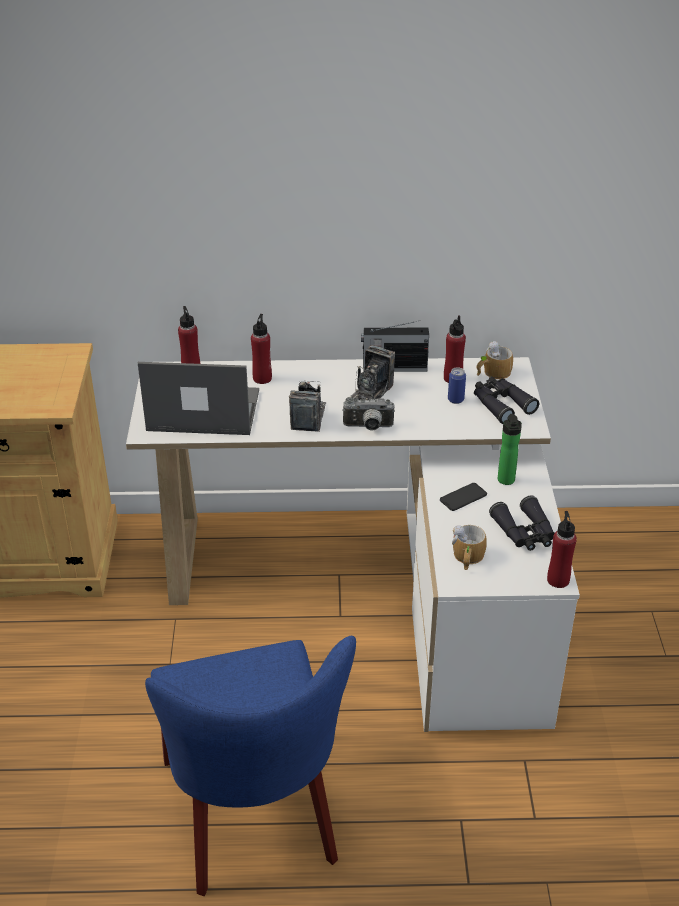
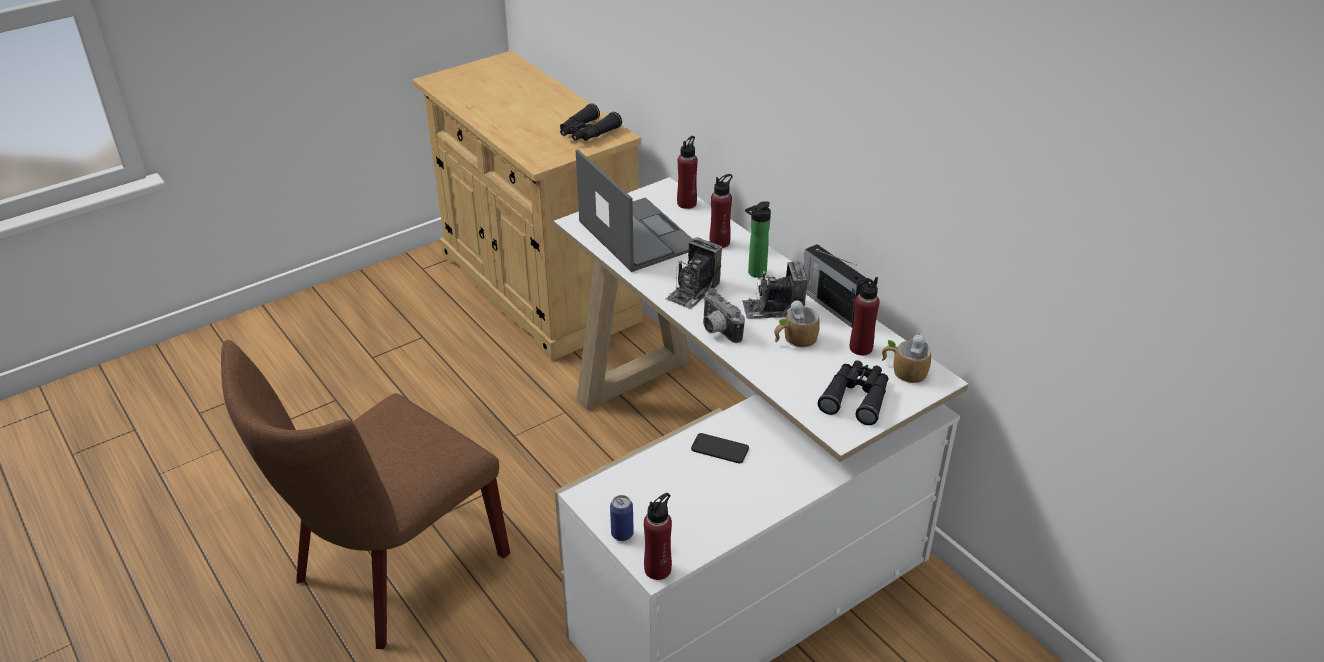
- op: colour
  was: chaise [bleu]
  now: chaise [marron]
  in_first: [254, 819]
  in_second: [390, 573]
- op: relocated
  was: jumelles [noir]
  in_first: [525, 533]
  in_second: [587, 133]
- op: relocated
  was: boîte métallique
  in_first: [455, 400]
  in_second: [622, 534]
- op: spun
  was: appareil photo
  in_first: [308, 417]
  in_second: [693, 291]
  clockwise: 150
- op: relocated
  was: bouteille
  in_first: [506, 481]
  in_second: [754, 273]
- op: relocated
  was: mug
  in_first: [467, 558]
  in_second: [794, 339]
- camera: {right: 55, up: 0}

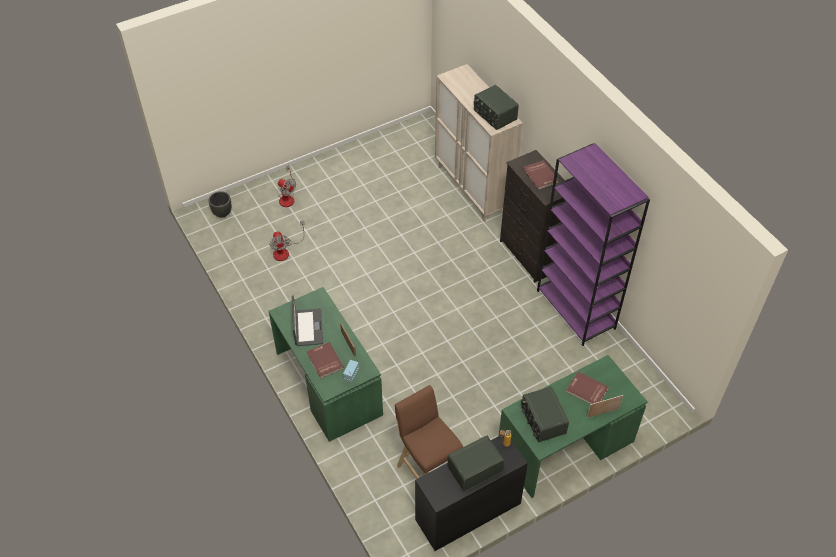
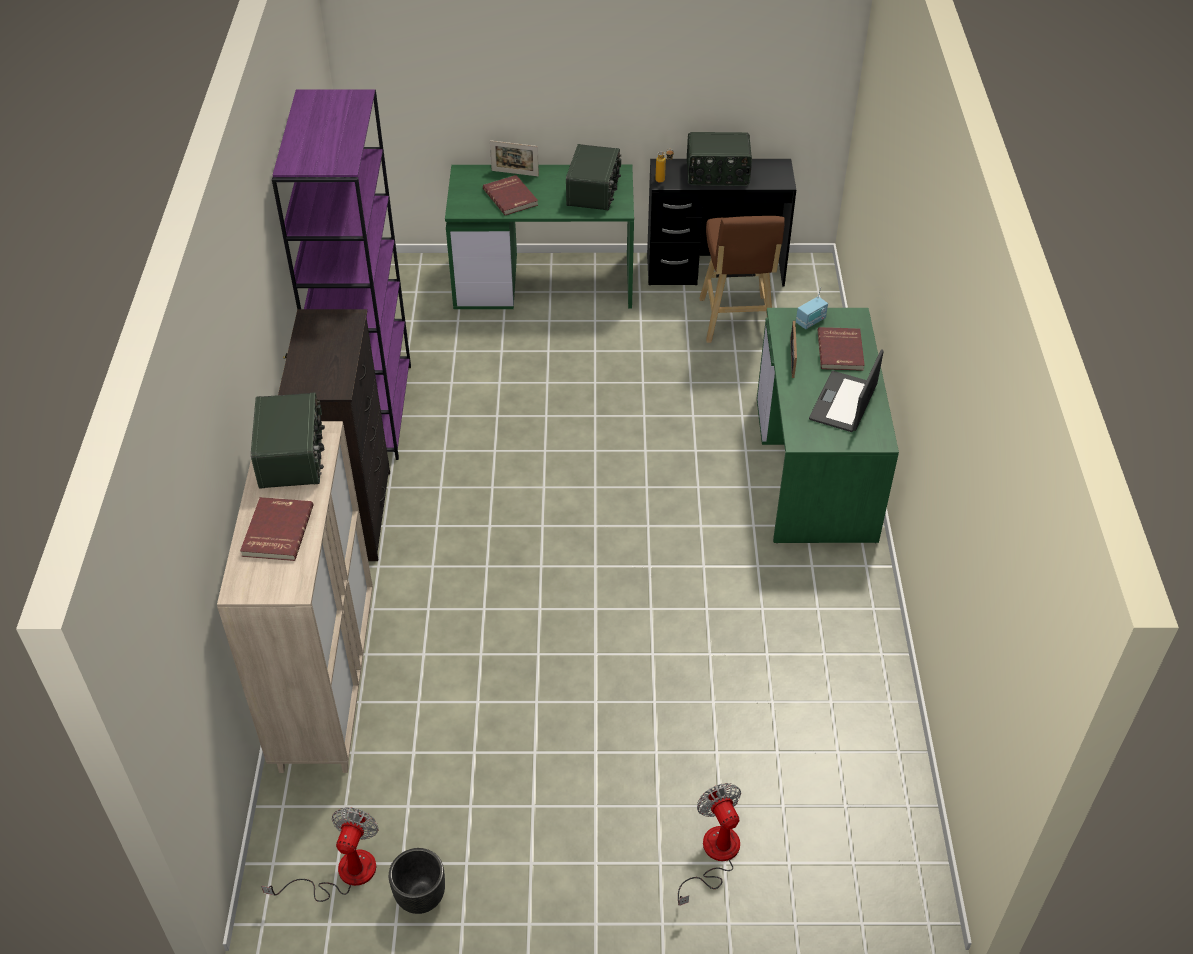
- op: relocated
  was: livre [rouge]
  in_first: [541, 176]
  in_second: [276, 531]
- op: relocated
  was: ventilateur
  in_first: [285, 251]
  in_second: [343, 874]
- op: relocated
  was: cache-pot [noir]
  in_first: [222, 213]
  in_second: [421, 896]
- camera: {right: -150, up: -5}

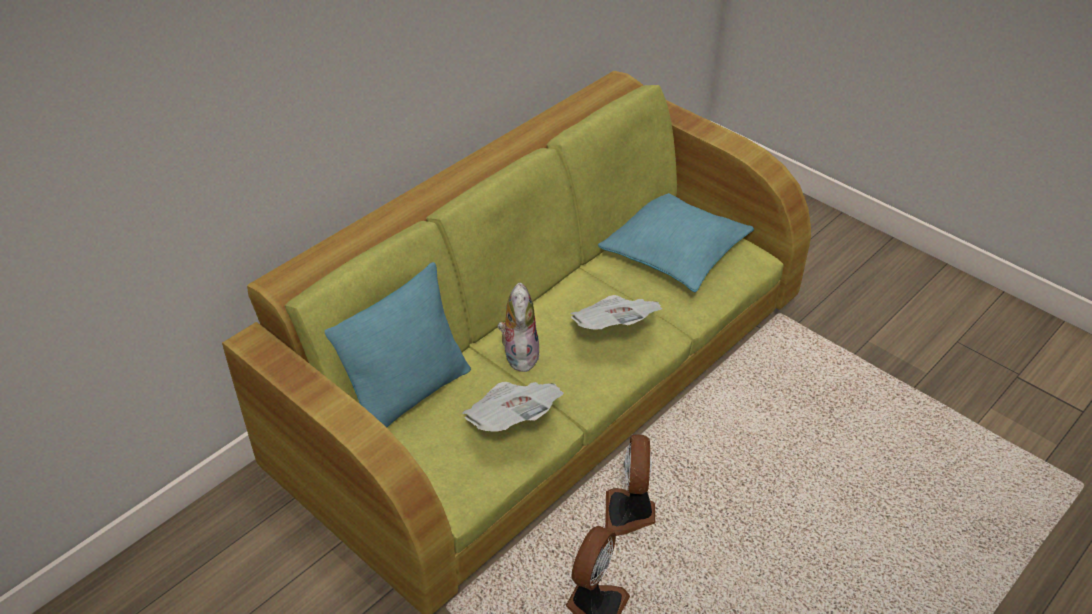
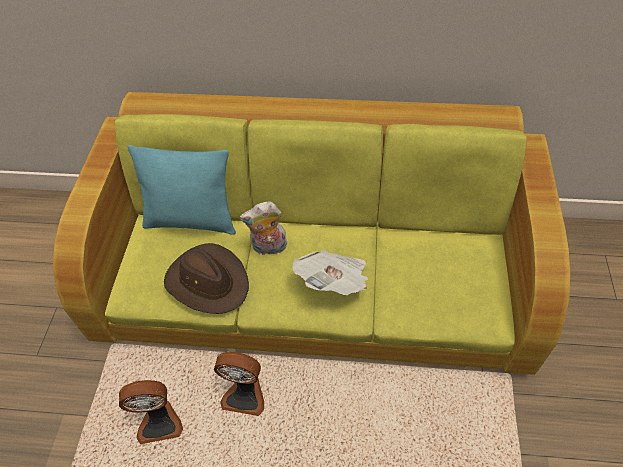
- op: exchanged
  was: journal
  now: chapeau [marron]
  in_first: [512, 421]
  in_second: [208, 281]
- op: spun
  was: ventilateur
  in_first: [630, 513]
  in_second: [245, 395]
  clockwise: -135
- op: spun
  was: peluche
  in_first: [519, 354]
  in_second: [269, 248]
  clockwise: -150
- op: missing
  was: coussin [turquoise]
  in_first: [675, 251]
- camera: {right: 55, up: 10}

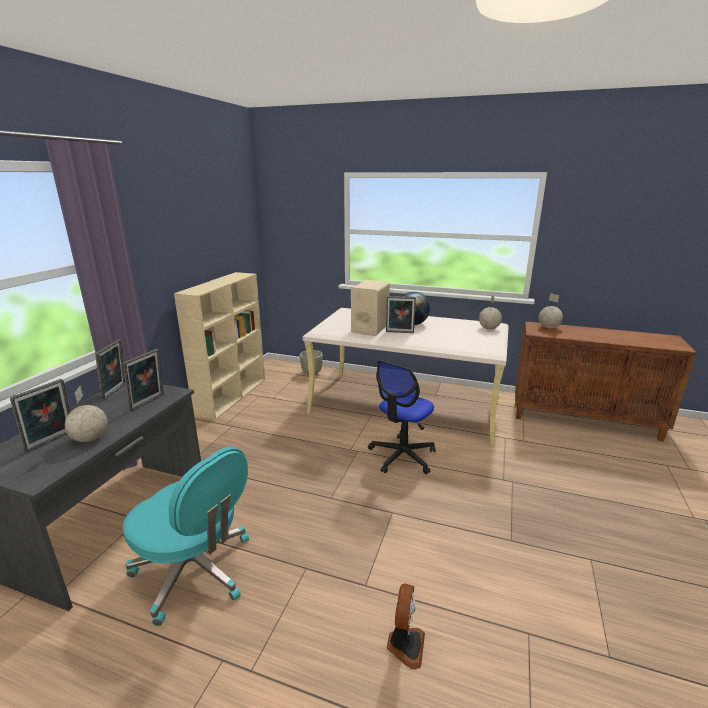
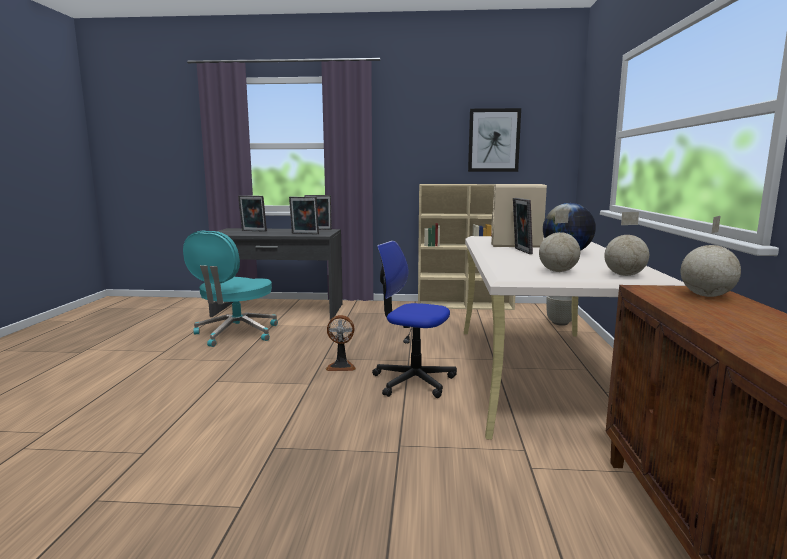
- op: relocated
  was: ventilateur
  in_first: [405, 645]
  in_second: [341, 366]
- op: appeared
  now: tableau
  in_second: [494, 140]
- op: relocated
  was: globe
  in_first: [91, 438]
  in_second: [558, 271]
- camera: {right: 75, up: -10}

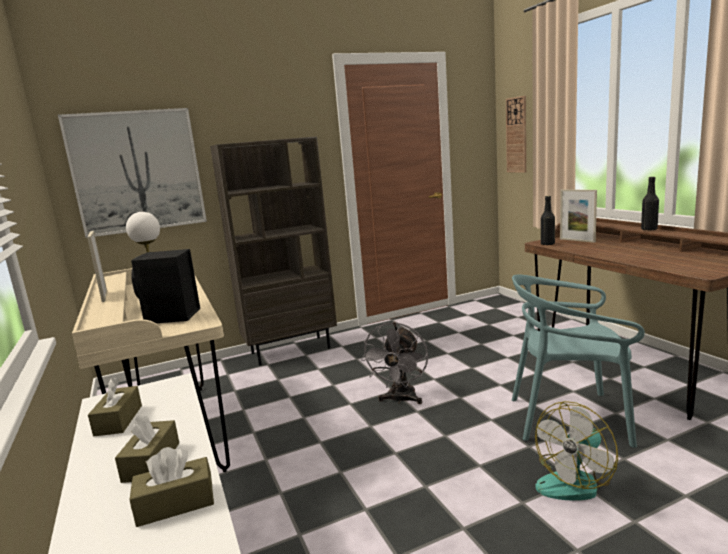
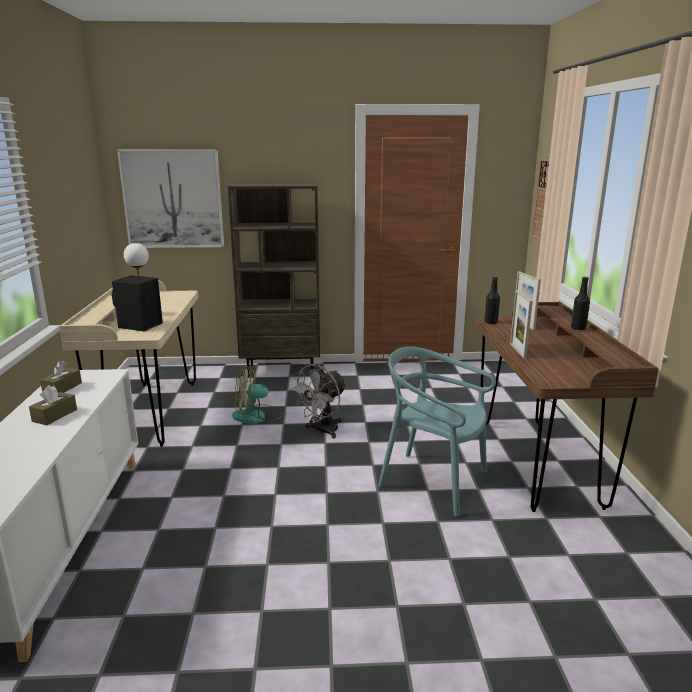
- op: relocated
  was: ventilateur
  in_first: [574, 481]
  in_second: [257, 416]
- op: relocated
  was: cadre photo
  in_first: [104, 296]
  in_second: [517, 351]
- op: missing
  was: boîte à mouchoirs [marron]
  in_first: [176, 503]
- camera: {right: 20, up: 5}

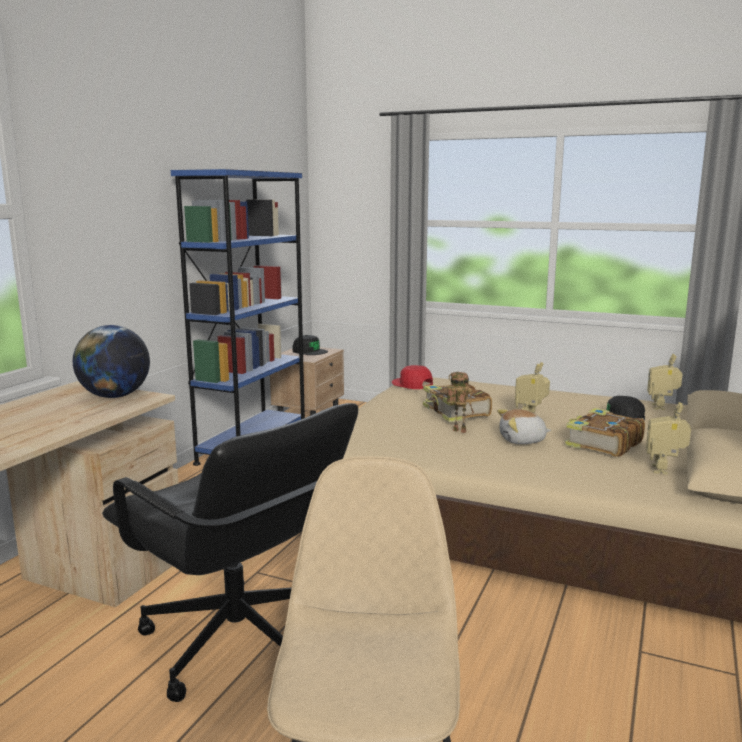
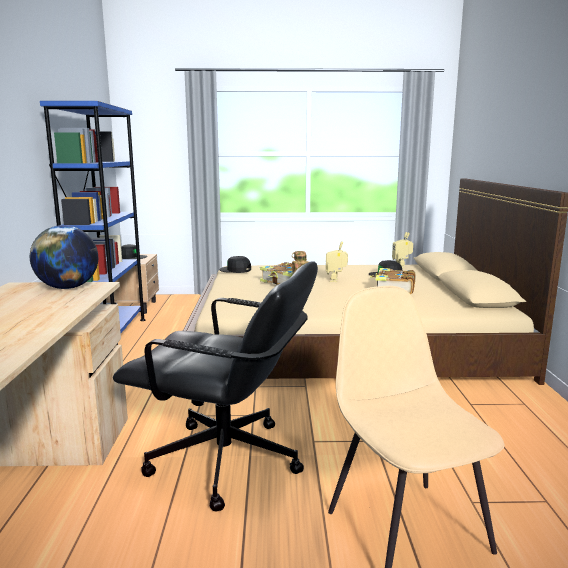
- op: colour
  was: casquette [rouge]
  now: casquette [noir]
  in_first: [412, 384]
  in_second: [235, 270]
- op: missing
  was: peluche
  in_first: [522, 440]
- op: missing
  was: robot jouet
  in_first: [664, 470]
- camera: {right: -25, up: 0}

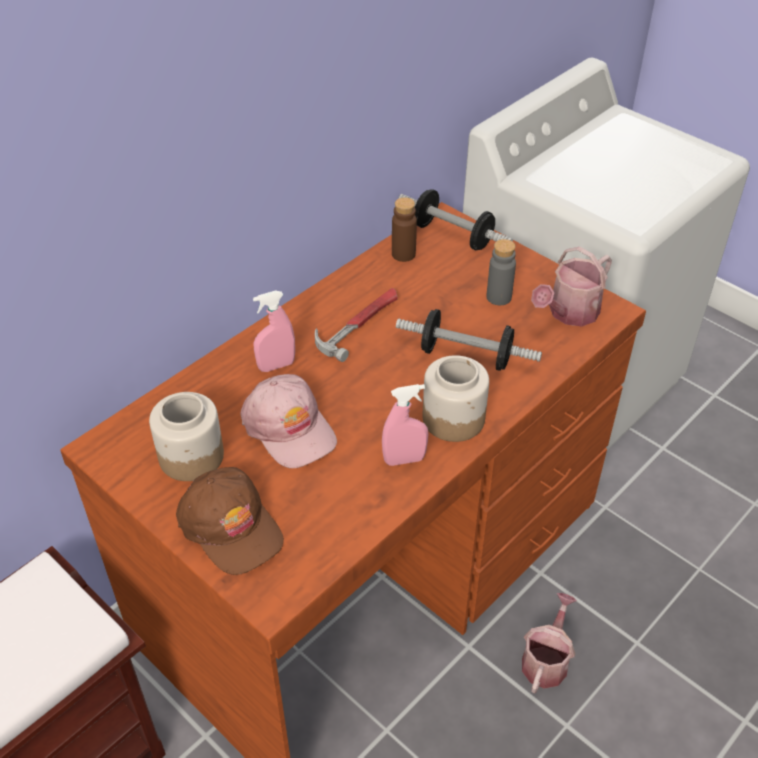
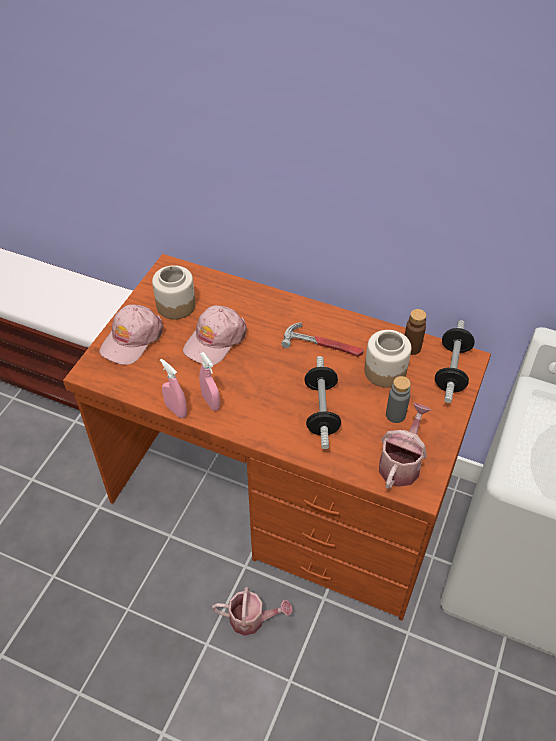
- op: colour
  was: casquette [marron]
  now: casquette [rose]
  in_first: [231, 527]
  in_second: [131, 339]
- op: relocated
  was: vaporisateur [rose]
  in_first: [276, 366]
  in_second: [176, 410]
- op: relocated
  was: bocal
  in_first: [454, 418]
  in_second: [385, 371]
- op: spun
  was: arrosoir
  in_first: [569, 313]
  in_second: [401, 463]
  clockwise: 90
- camera: {right: 70, up: 5}

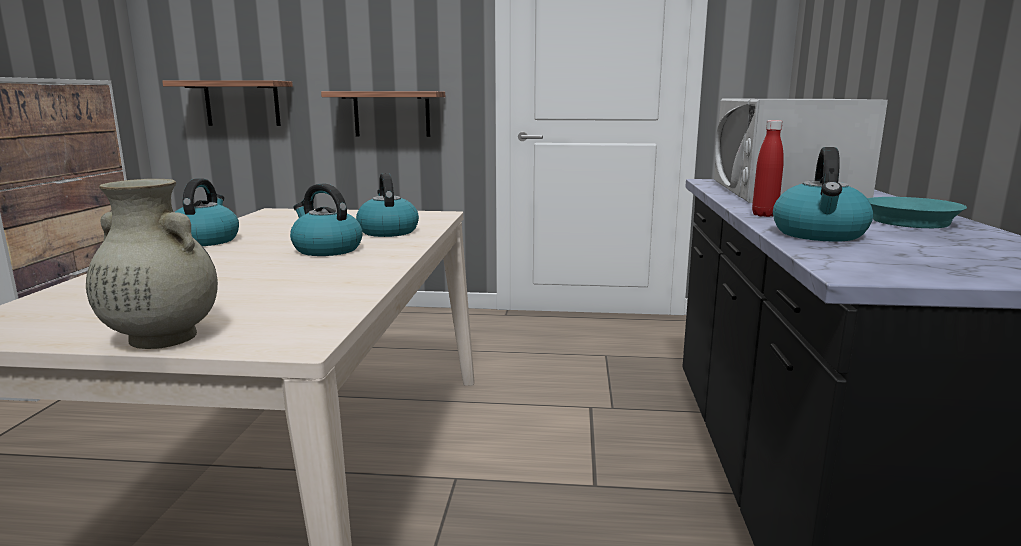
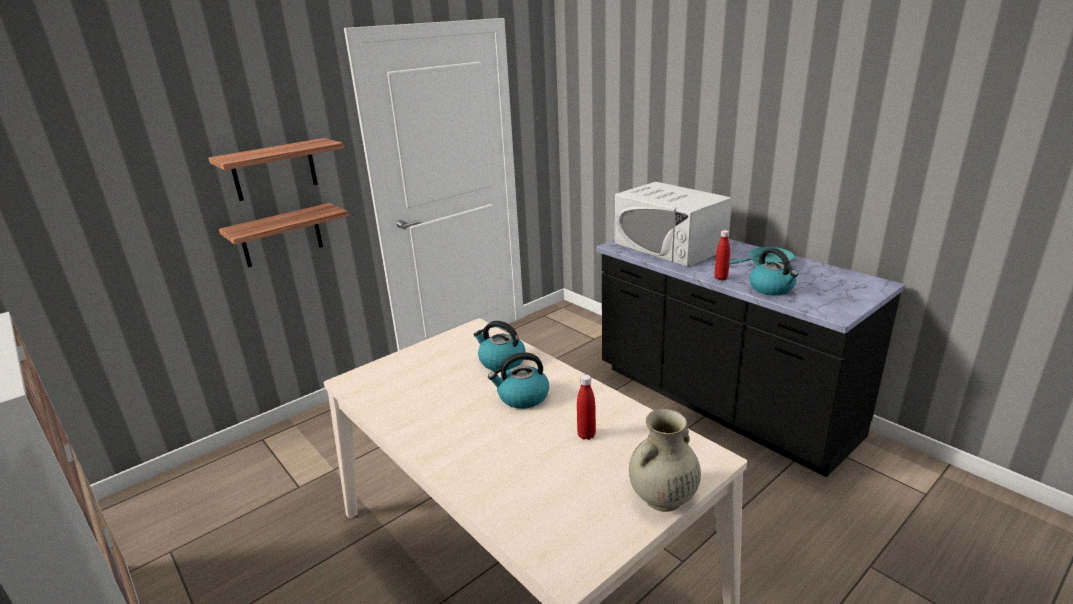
- op: relocated
  was: étagère
  in_first: [242, 103]
  in_second: [274, 169]
- op: appeared
  now: bouteille [rouge]
  in_second: [586, 435]
- op: missing
  was: bouilloire
  in_first: [206, 240]
- camera: {right: -45, up: 10}

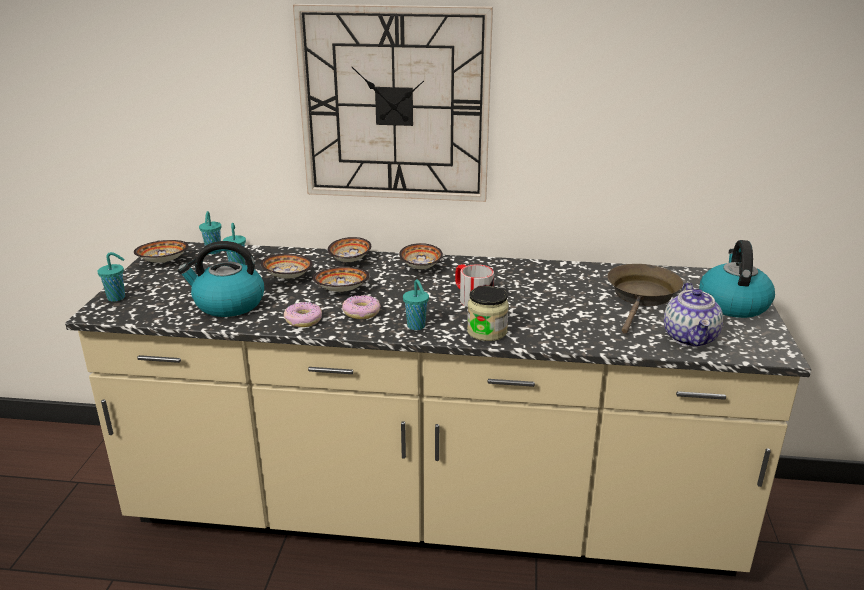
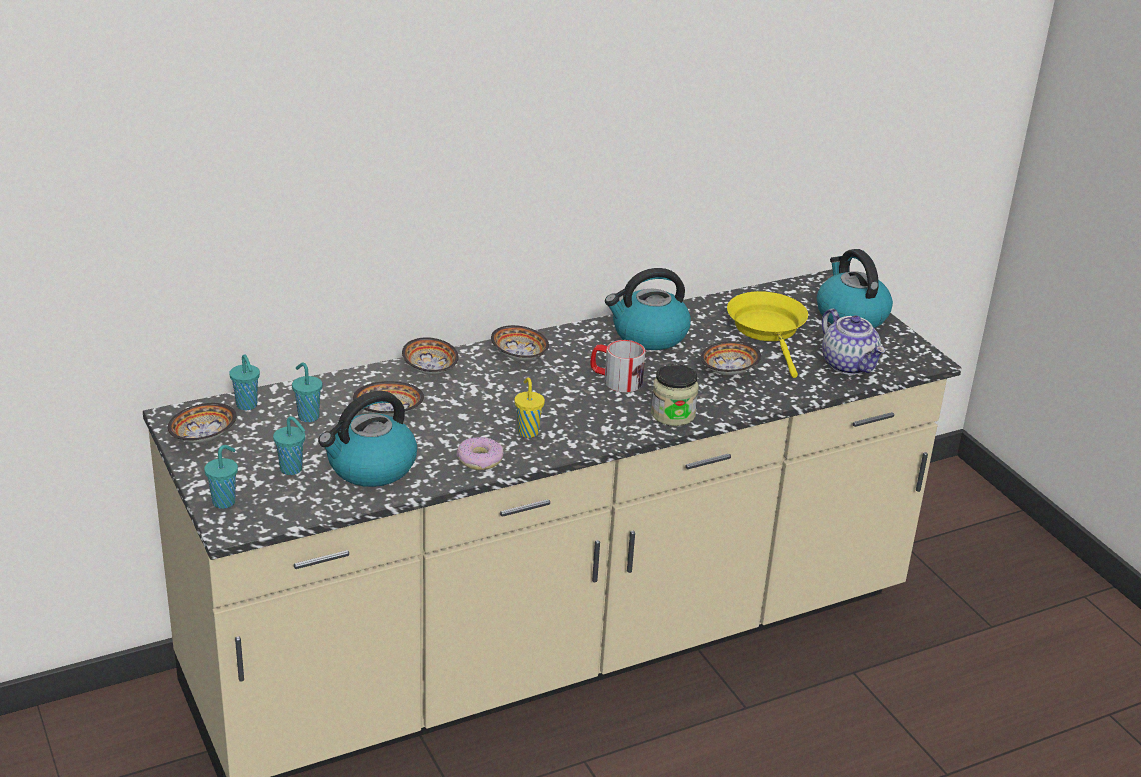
- op: relocated
  was: tasse [turquoise]
  in_first: [416, 326]
  in_second: [292, 470]
- op: exchanged
  was: beignet
  now: tasse [jaune]
  in_first: [361, 312]
  in_second: [527, 431]
- op: appeared
  now: bouilloire
  in_second: [648, 335]
- op: relocated
  was: bol
  in_first: [343, 290]
  in_second: [730, 372]
- op: colour
  was: poêle [marron]
  now: poêle [jaune]
  in_first: [642, 296]
  in_second: [768, 330]
- op: missing
  was: horloge murale
  in_first: [394, 105]
- camera: {right: -35, up: 5}

